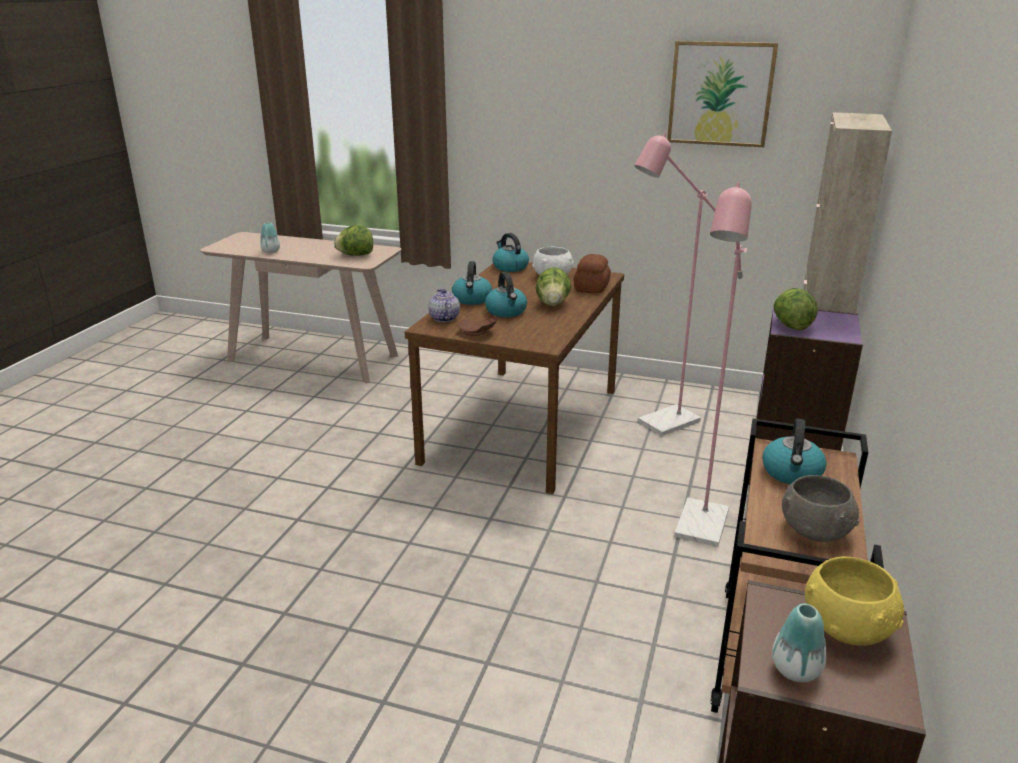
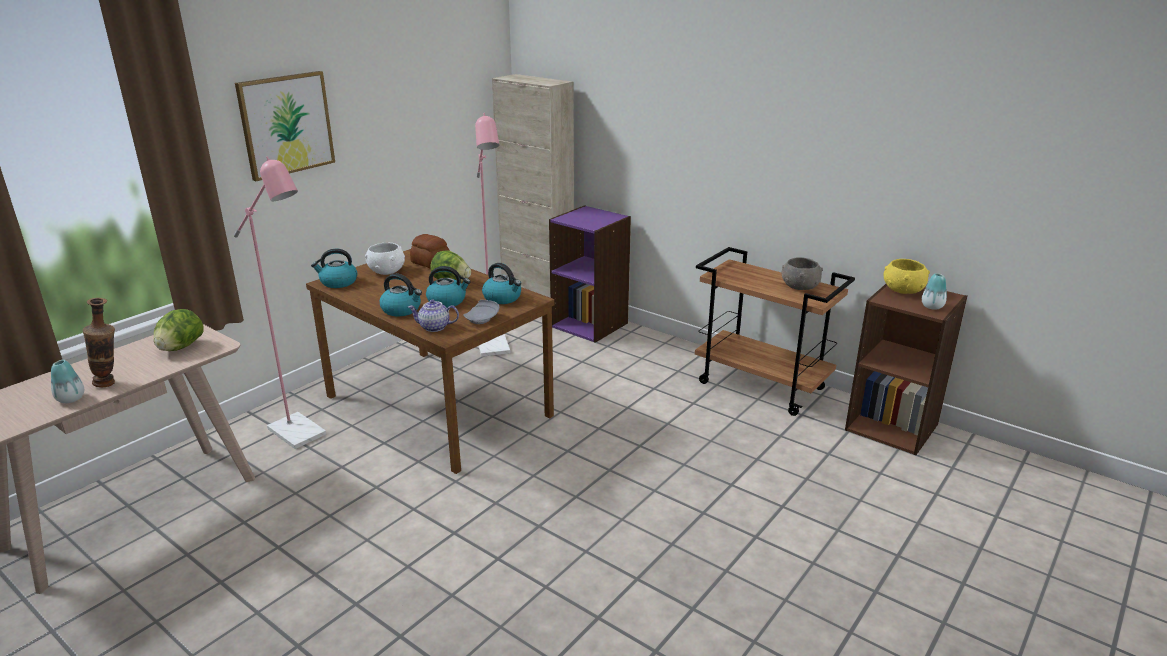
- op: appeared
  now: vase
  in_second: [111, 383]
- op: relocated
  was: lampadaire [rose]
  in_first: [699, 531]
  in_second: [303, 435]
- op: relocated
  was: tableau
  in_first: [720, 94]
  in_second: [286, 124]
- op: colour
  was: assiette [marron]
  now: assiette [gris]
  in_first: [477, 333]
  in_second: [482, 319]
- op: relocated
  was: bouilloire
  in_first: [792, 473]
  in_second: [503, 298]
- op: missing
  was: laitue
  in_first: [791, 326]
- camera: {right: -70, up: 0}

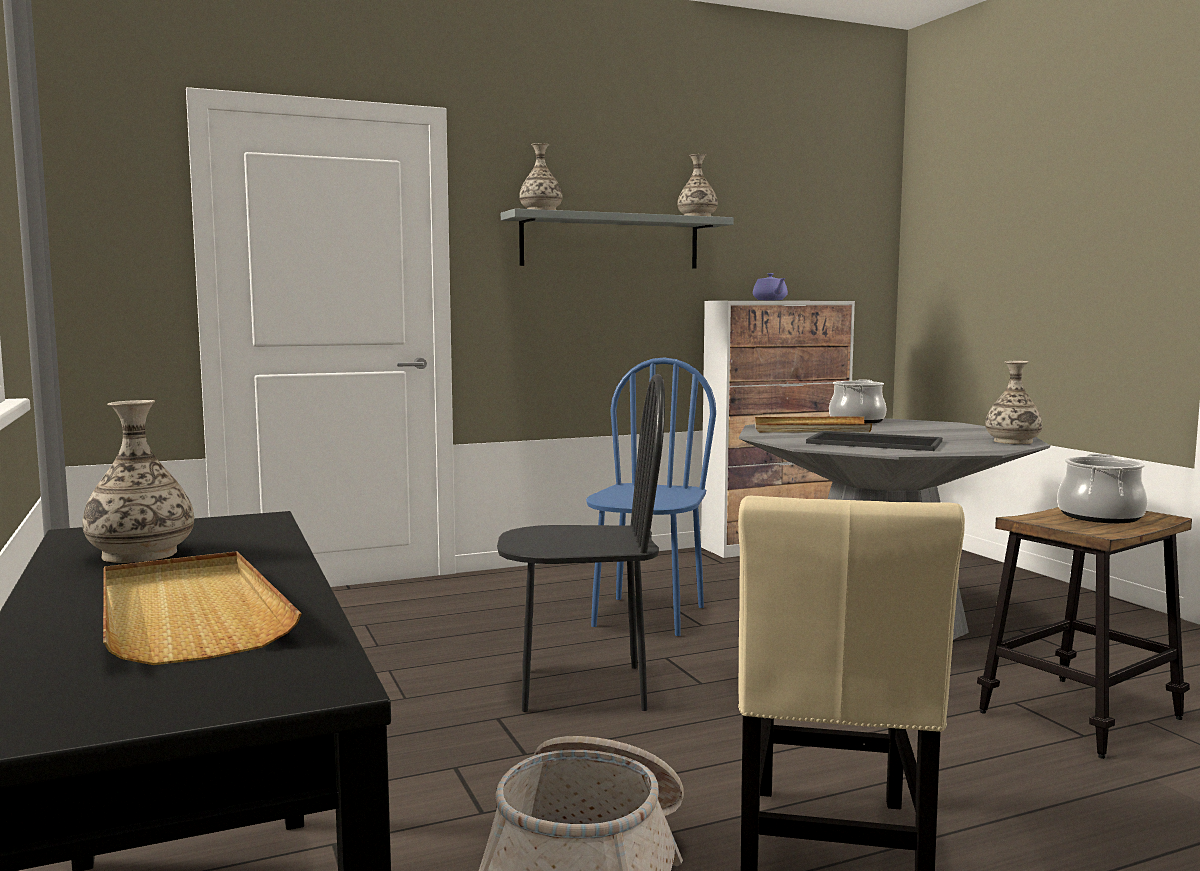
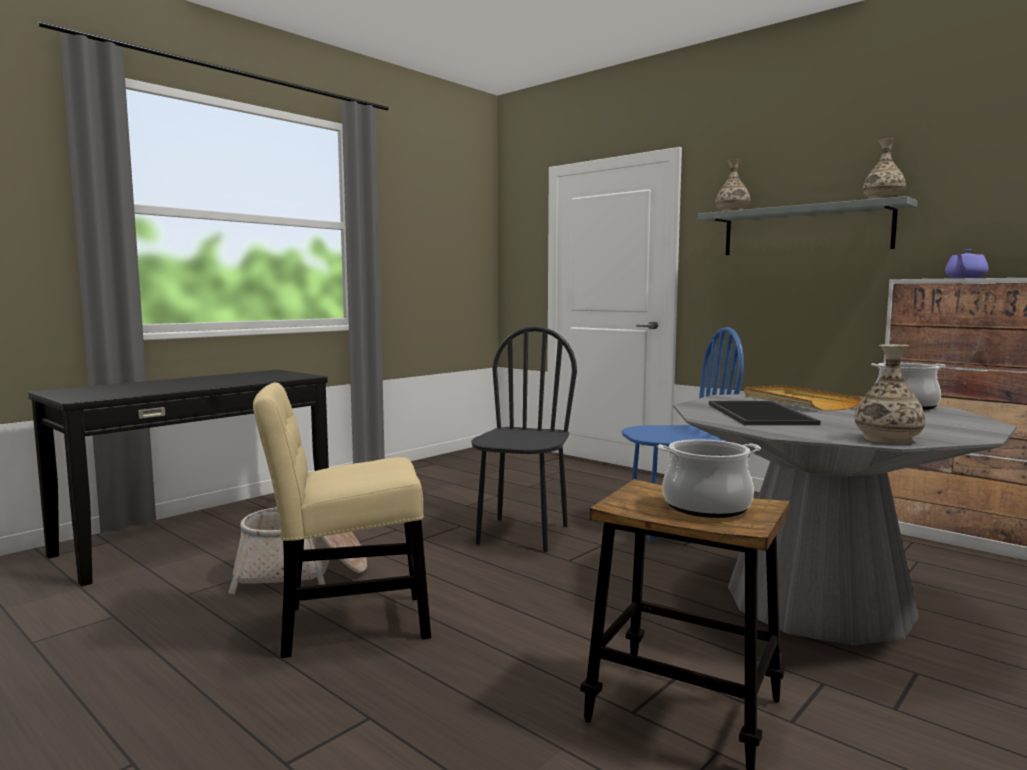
- op: spun
  was: chaise [noir]
  in_first: [583, 688]
  in_second: [522, 534]
  clockwise: -135
- op: missing
  was: vase
  in_first: [140, 554]
- op: missing
  was: plateau [beige]
  in_first: [189, 613]
- camera: {right: 65, up: 0}

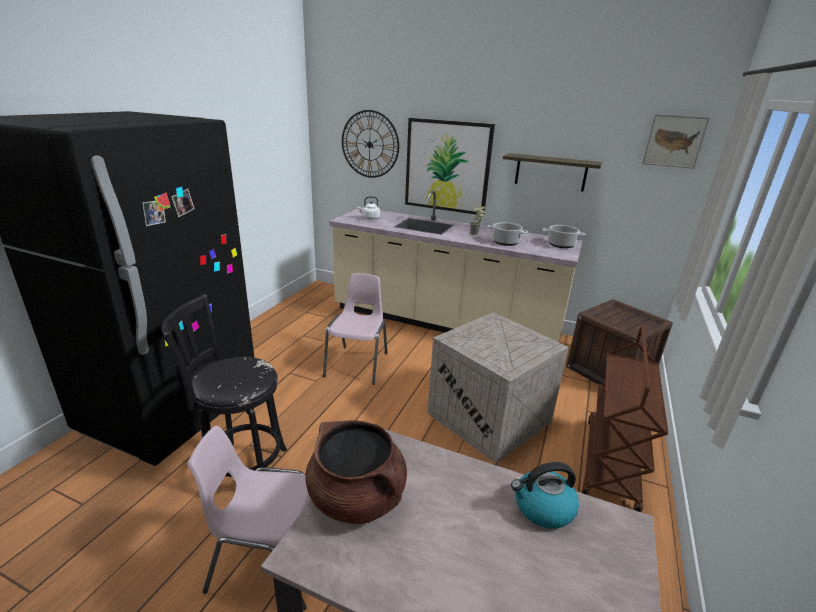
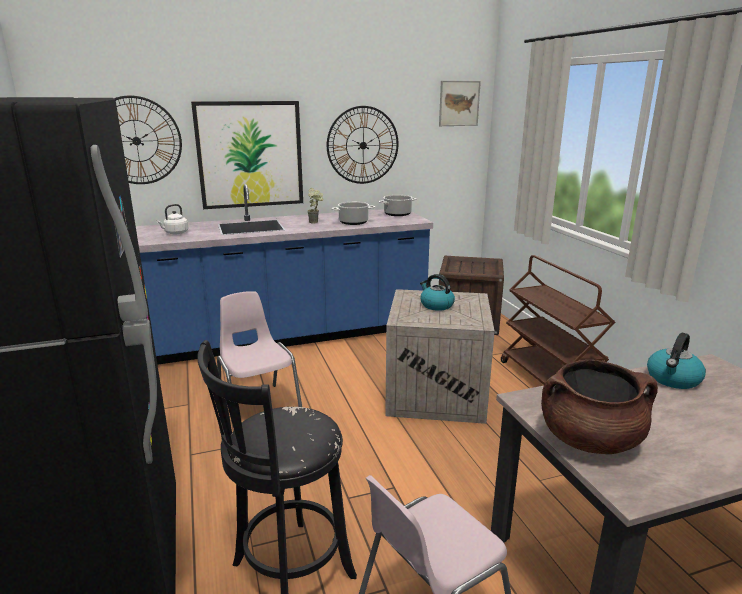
- op: colour
  was: comptoir de cuisine [beige]
  now: comptoir de cuisine [bleu]
  in_first: [444, 323]
  in_second: [293, 336]
- op: exchanged
  was: étagère
  now: horloge murale
  in_first: [550, 172]
  in_second: [363, 145]
- op: appeared
  now: bouilloire
  in_second: [436, 305]
- camera: {right: -40, up: -5}

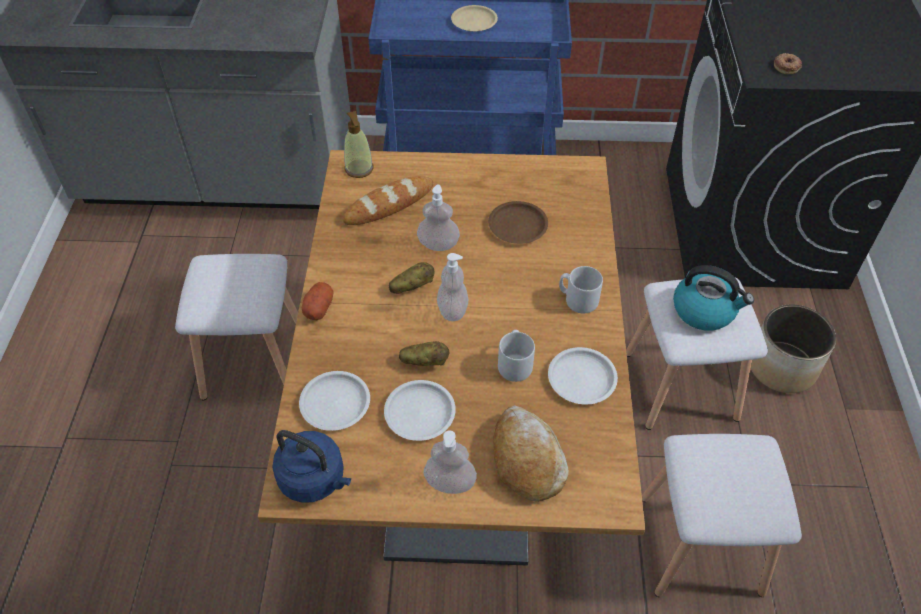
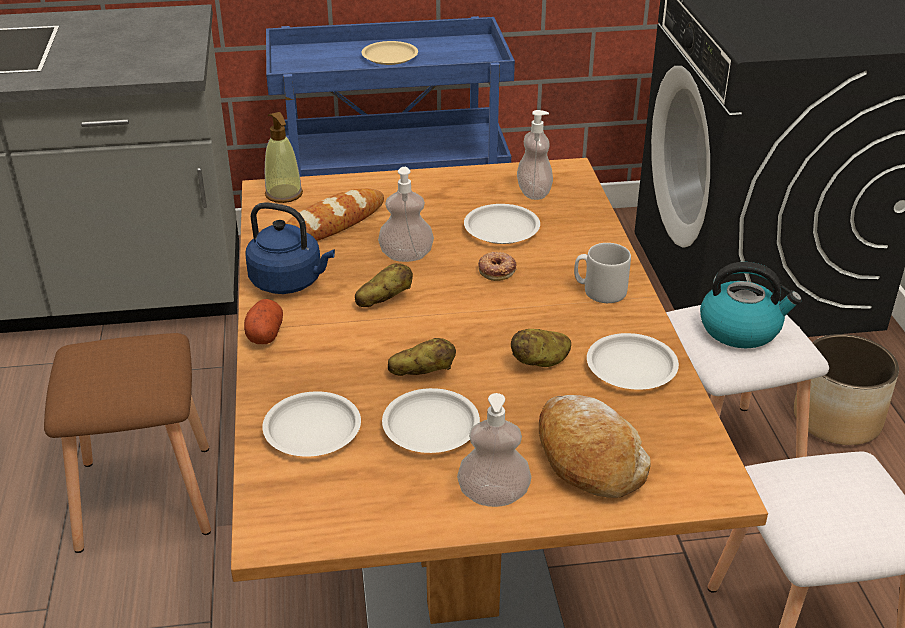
- op: colour
  was: tabouret [blanc]
  now: tabouret [marron]
  in_first: [253, 359]
  in_second: [143, 495]
- op: relocated
  was: bouilloire [bleu]
  in_first: [315, 479]
  in_second: [290, 282]
- op: colour
  was: assiette [marron]
  now: assiette [blanc]
  in_first: [518, 226]
  in_second: [502, 229]
- op: relocated
  was: beignet
  in_first: [786, 66]
  in_second: [497, 270]
- op: exchanged
  was: mug [gris]
  now: pomme de terre
  in_first: [515, 364]
  in_second: [541, 362]
- op: relocated
  was: distributeur de savon
  in_first: [452, 310]
  in_second: [534, 193]
- camera: {right: -10, up: -15}

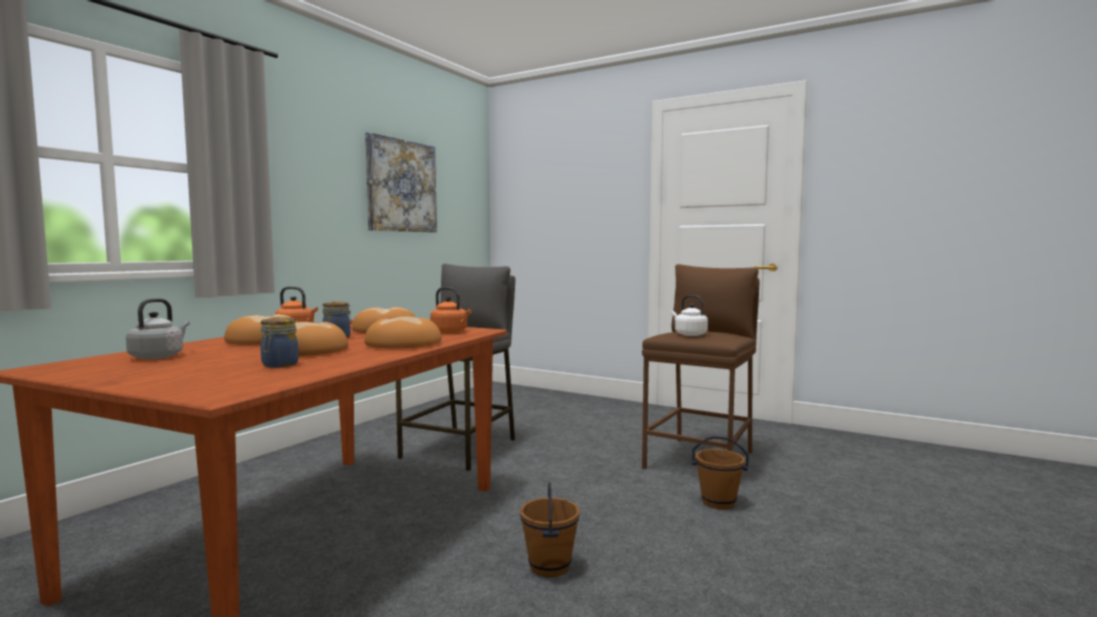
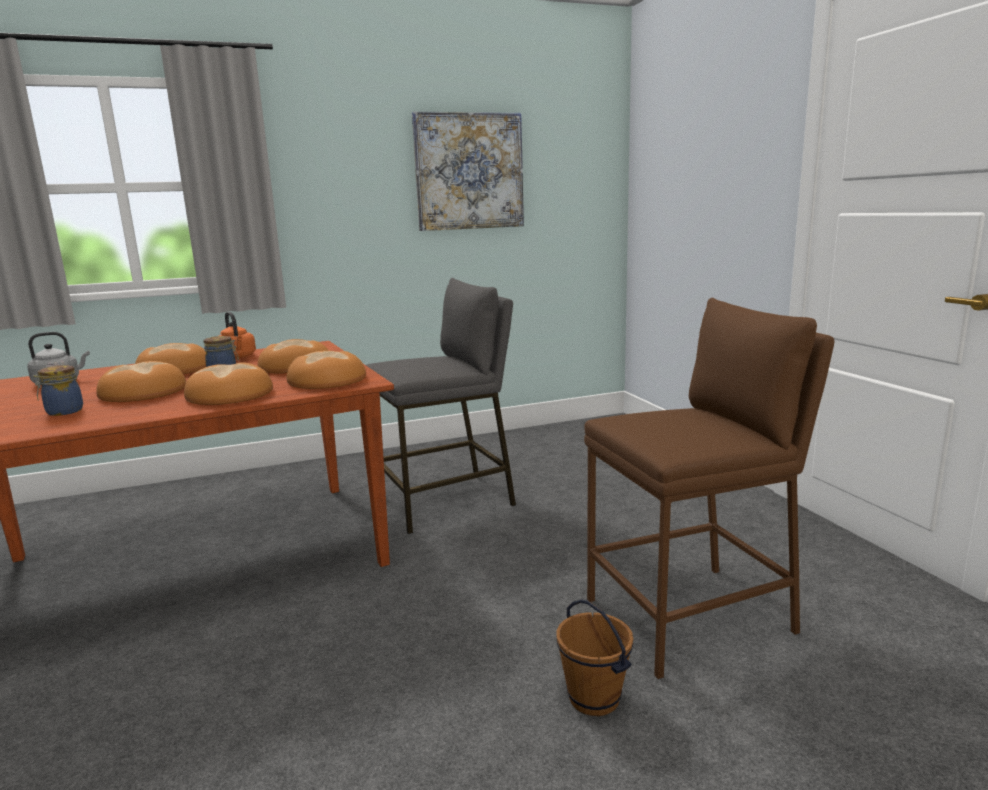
- op: exchanged
  was: bouilloire [orange]
  now: pain
  in_first: [451, 332]
  in_second: [328, 380]
- op: missing
  was: seau [marron]
  in_first: [550, 566]
- op: missing
  was: bouilloire [blanc]
  in_first: [689, 334]
- camera: {right: 40, up: 10}

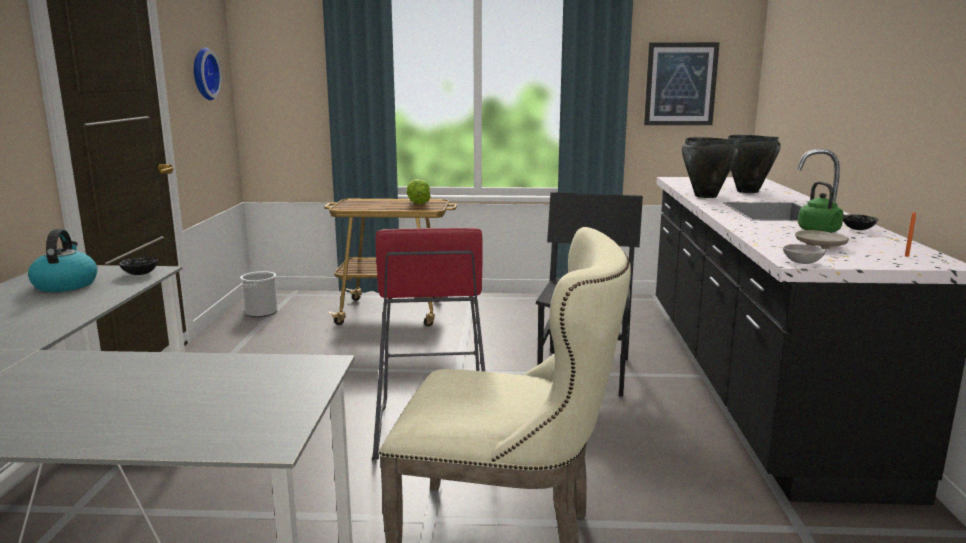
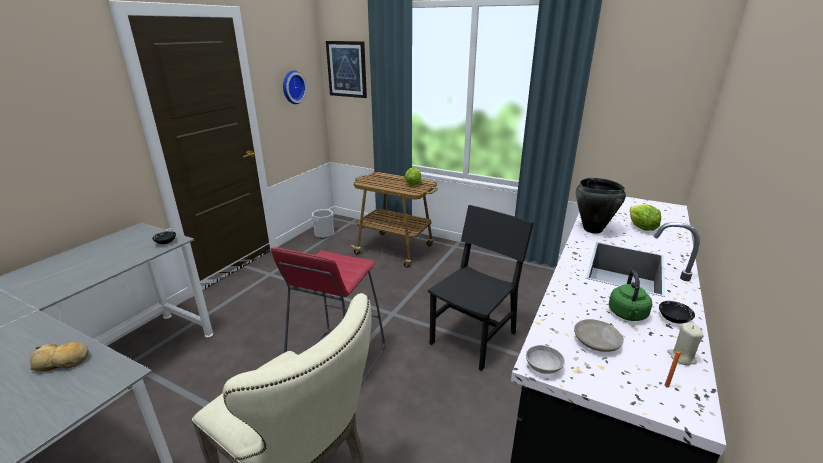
- op: appeared
  now: pain
  in_second: [62, 362]
- op: relocated
  was: tableau
  in_first: [680, 84]
  in_second: [347, 69]
- op: exchanged
  was: marmite [noir]
  now: laitue
  in_first: [747, 191]
  in_second: [641, 228]
- op: appeared
  now: bougie [beige]
  in_second: [681, 357]
- op: missing
  was: bouilloire
  in_first: [65, 285]
- camera: {right: 25, up: 10}

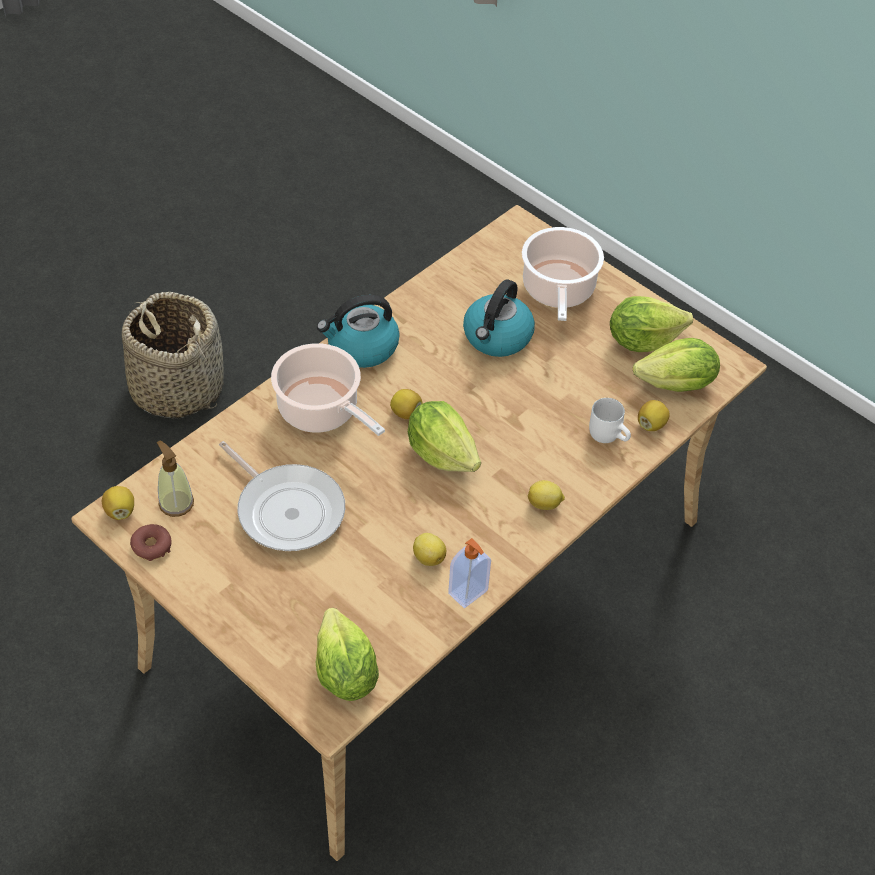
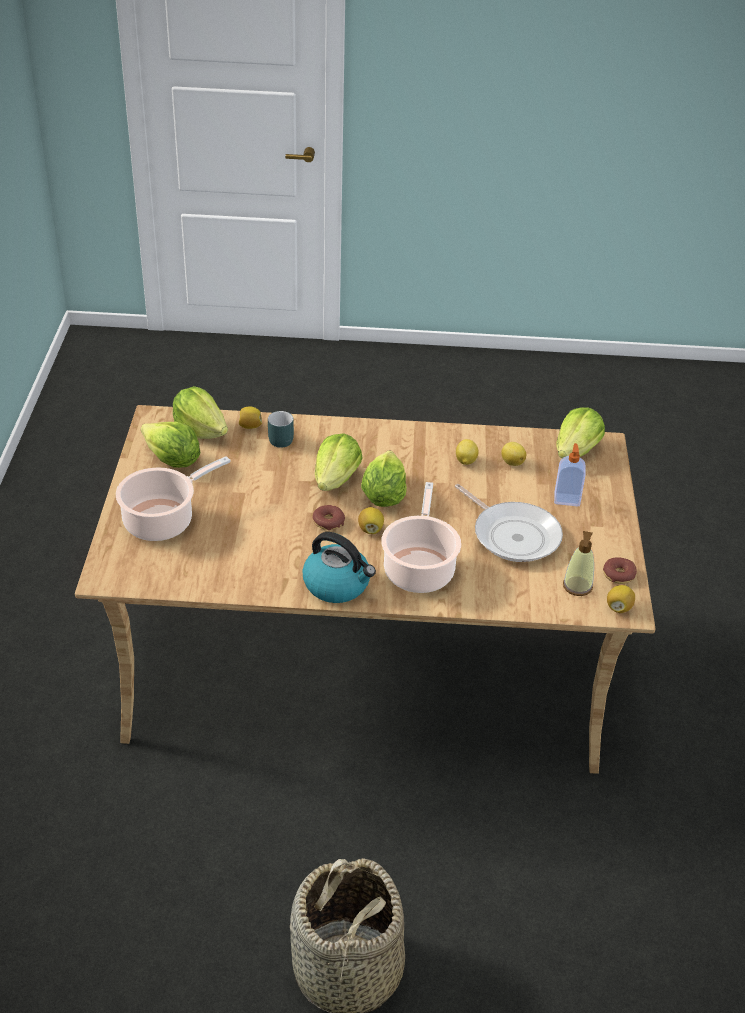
- op: colour
  was: mug [blanc]
  now: mug [turquoise]
  in_first: [609, 434]
  in_second: [279, 438]
- op: appeared
  now: beignet
  in_second: [328, 521]
- op: appeared
  now: laitue
  in_second: [336, 479]
- op: spun
  was: poêle
  in_first: [287, 509]
  in_second: [513, 535]
  clockwise: 135
- op: relocated
  was: citron
  in_first: [544, 504]
  in_second: [512, 462]
- op: relocated
  was: distributeur de savon
  in_first: [469, 593]
  in_second: [567, 499]
- op: missing
  was: bouilloire
  in_first: [497, 337]
- camera: {right: -130, up: -10}

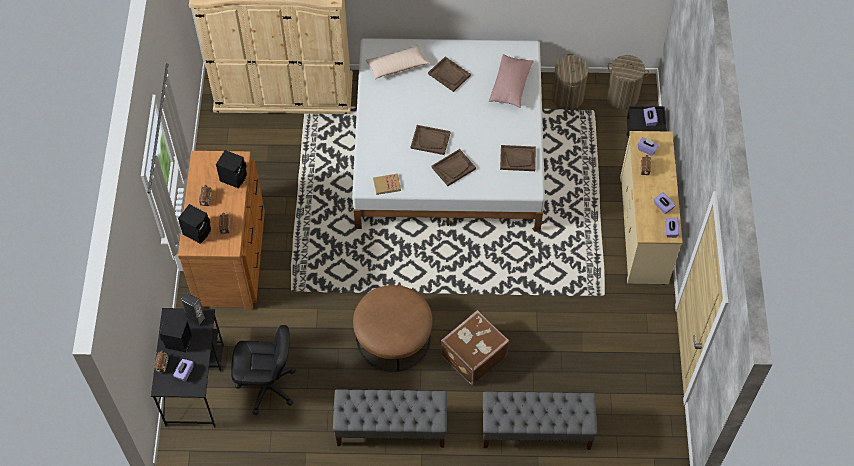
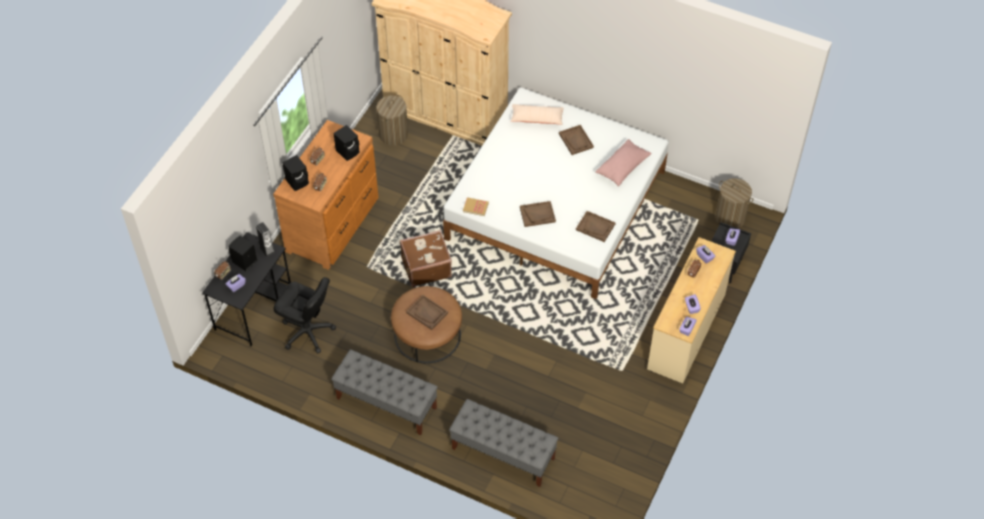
- op: relocated
  was: panier à linge
  in_first: [567, 97]
  in_second: [393, 135]
- op: relocated
  was: valise [marron]
  in_first: [472, 355]
  in_second: [425, 267]
- op: relocated
  was: plateau [marron]
  in_first: [430, 140]
  in_second: [427, 313]
- camera: {right: 25, up: -5}

